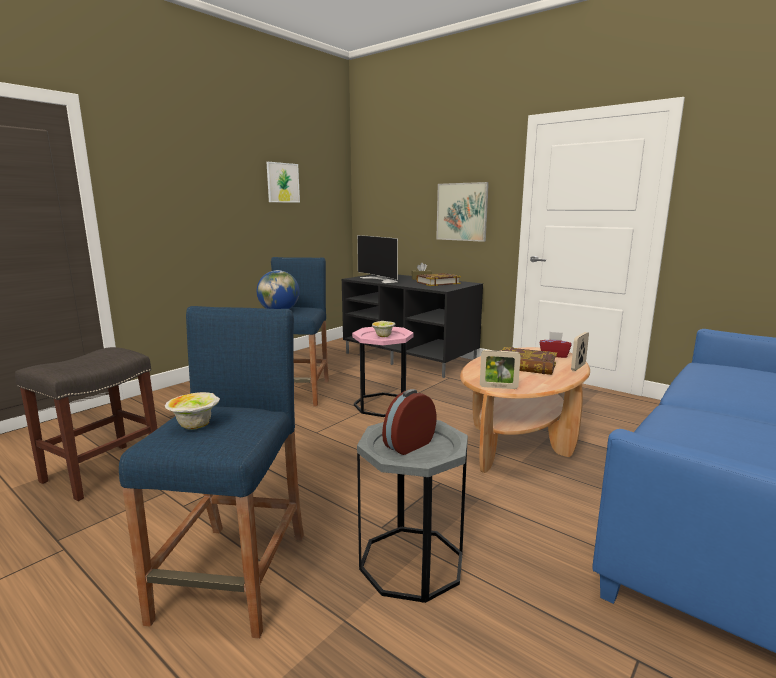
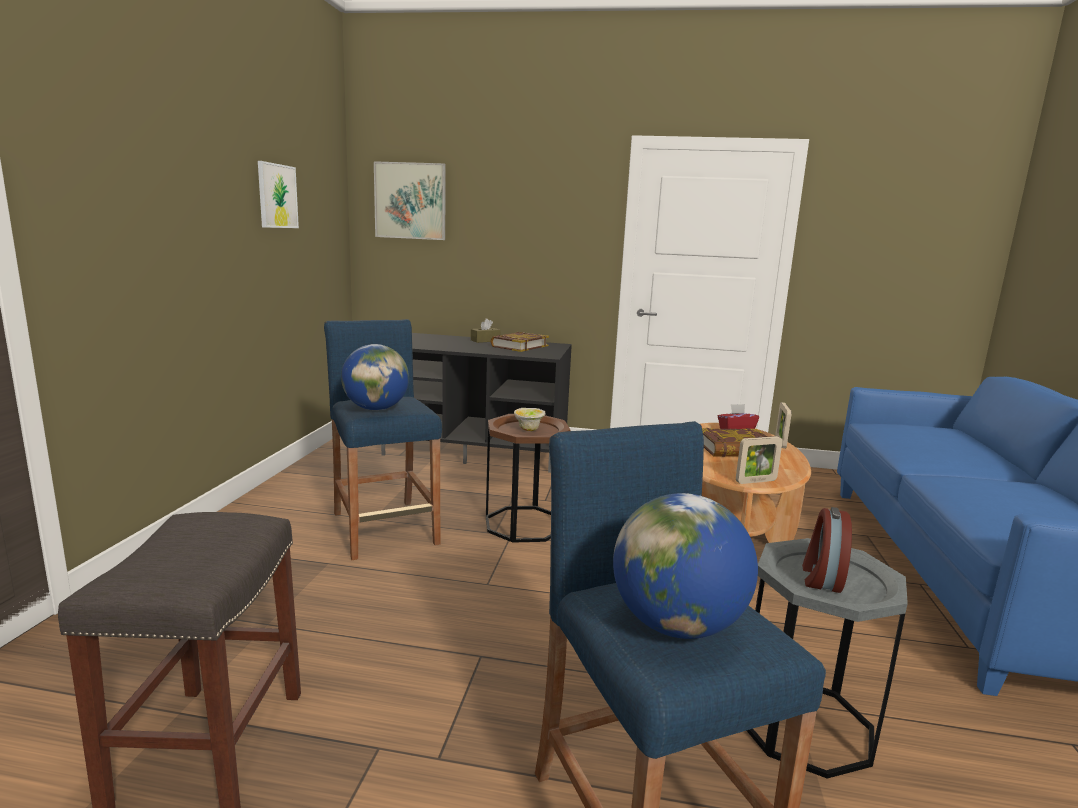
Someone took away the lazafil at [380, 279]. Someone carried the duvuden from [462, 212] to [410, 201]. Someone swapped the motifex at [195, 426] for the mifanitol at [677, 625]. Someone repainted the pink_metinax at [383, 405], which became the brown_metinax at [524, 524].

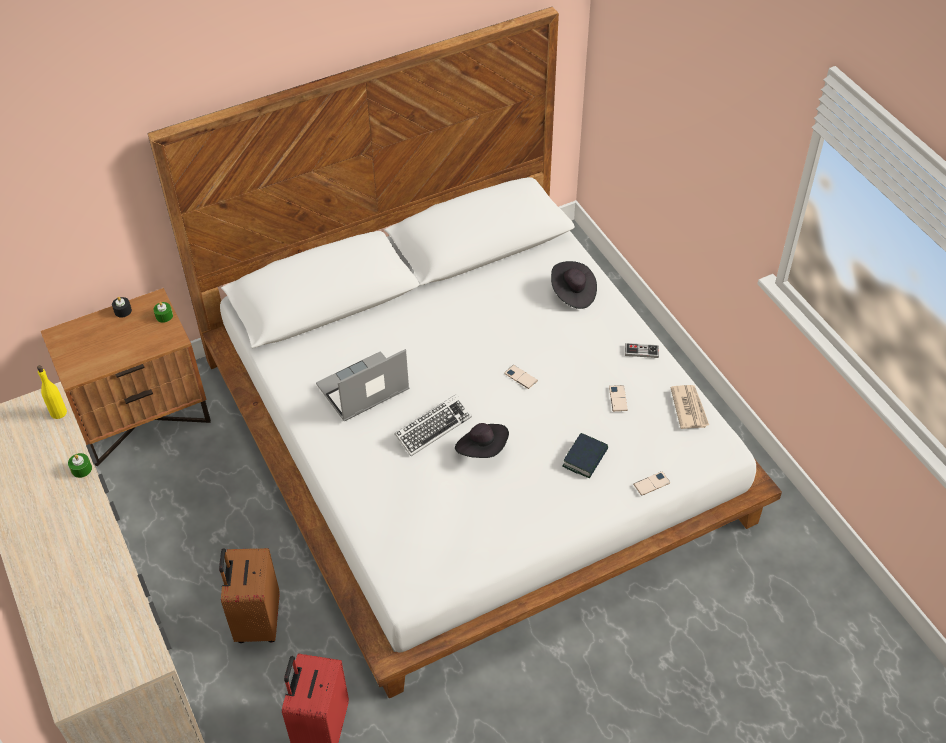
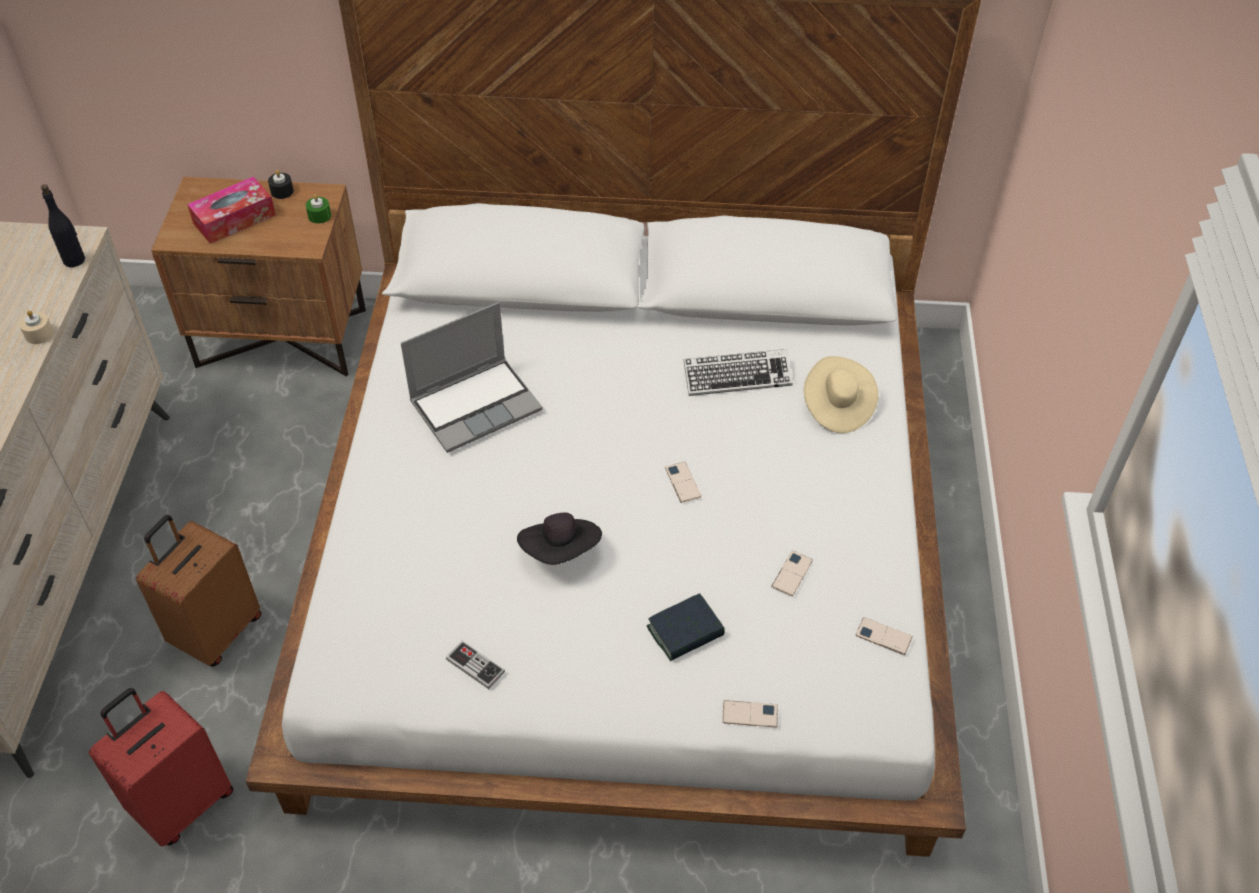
Someone put down the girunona at [234, 219]. Someone carried the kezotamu from [433, 428] to [737, 377]. Someone carried the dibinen from [641, 351] to [475, 666]. Someone swapped the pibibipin at [689, 408] for the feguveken at [883, 636]. Someone repainted the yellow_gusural at [58, 412], which became the black_gusural at [74, 260]. Someone repainted the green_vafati at [81, 469], which became the beige_vafati at [39, 334]. Someone repainted the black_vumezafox at [572, 293], which became the beige_vumezafox at [837, 407]. Someone rotated the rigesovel at [362, 389] by 150 degrees clockwise.

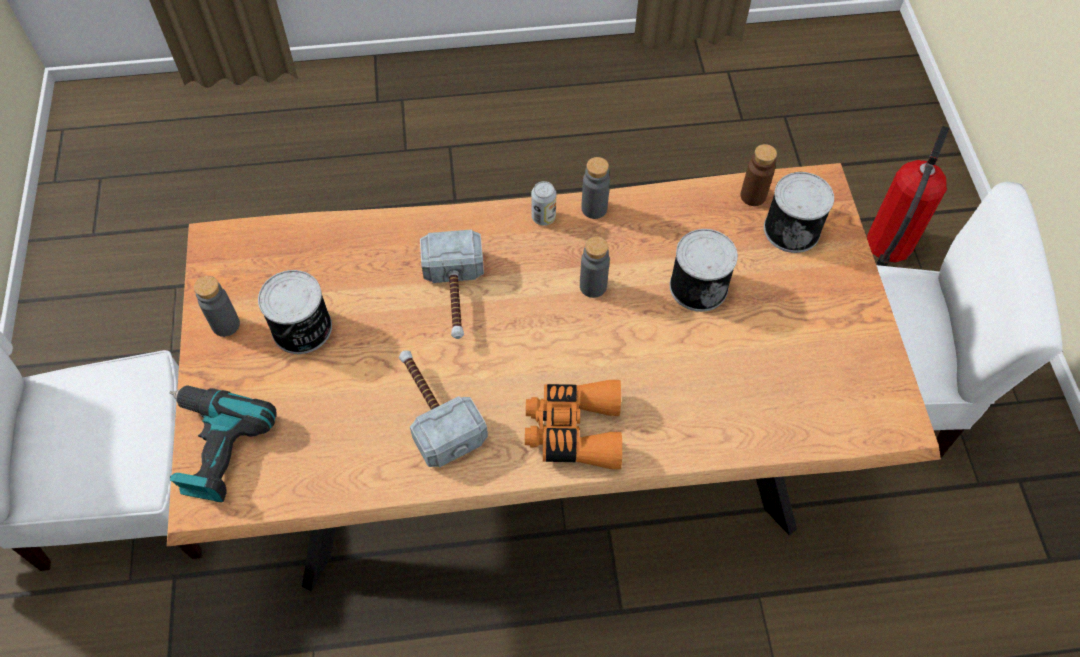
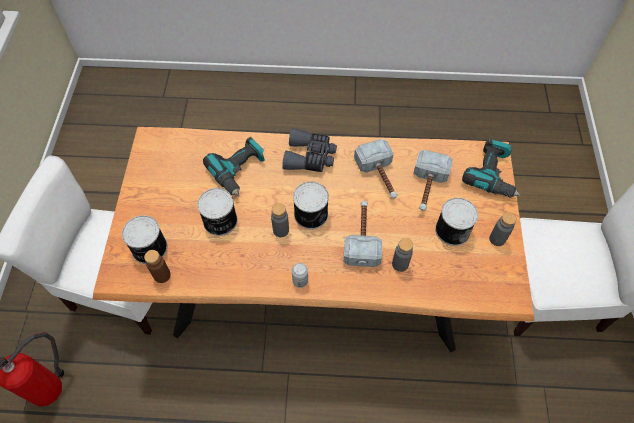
Someone put down the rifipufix at [239, 171]. Someone put down the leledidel at [312, 215]. Someone put down the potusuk at [427, 187]. Someone carried the grey_gusural from [594, 208] to [400, 264]. Someone repainted the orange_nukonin at [573, 430], which became the grey_nukonin at [310, 157].

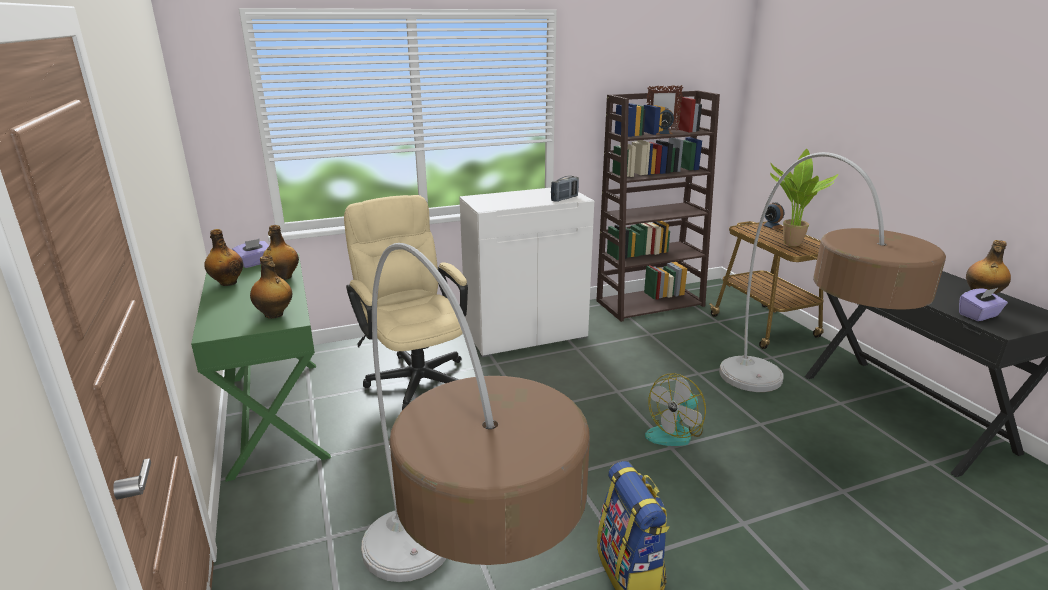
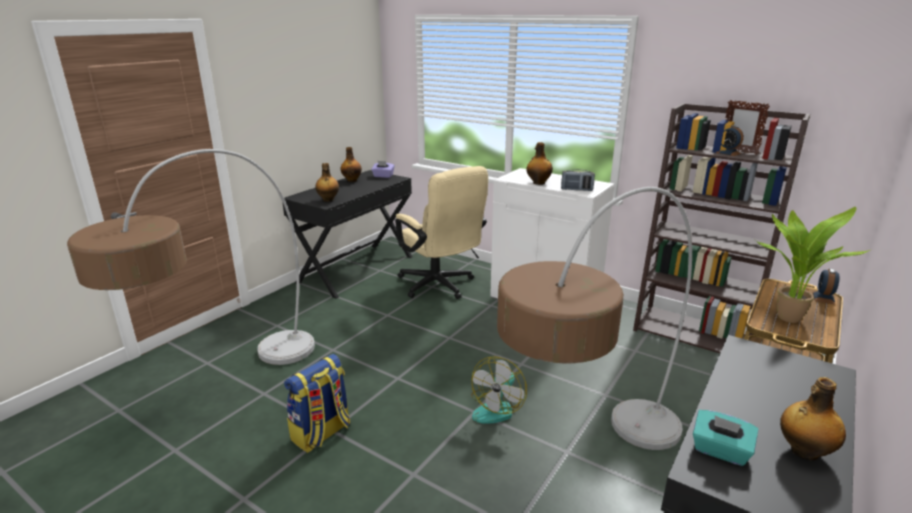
Someone carried the gusural from [283, 277] to [538, 183]. Someone repainted the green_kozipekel at [275, 415], which became the black_kozipekel at [356, 269]. Someone repainted the purple_girunona at [979, 315], which became the turquoise_girunona at [720, 451]. Someone rotated the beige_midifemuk at [415, 375] by 120 degrees clockwise. Someone rotated the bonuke at [675, 432] by 75 degrees counterclockwise.

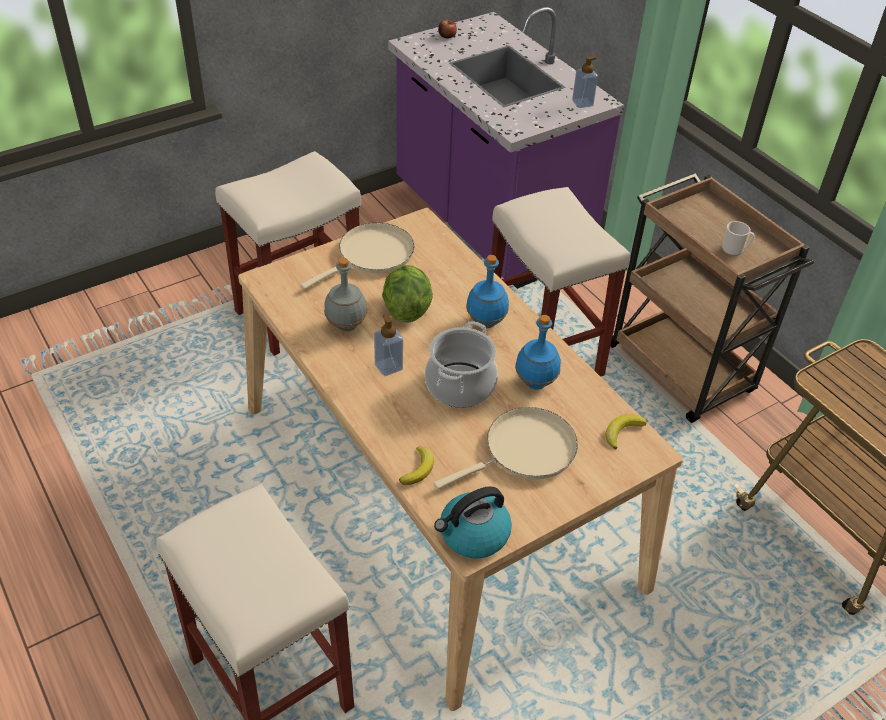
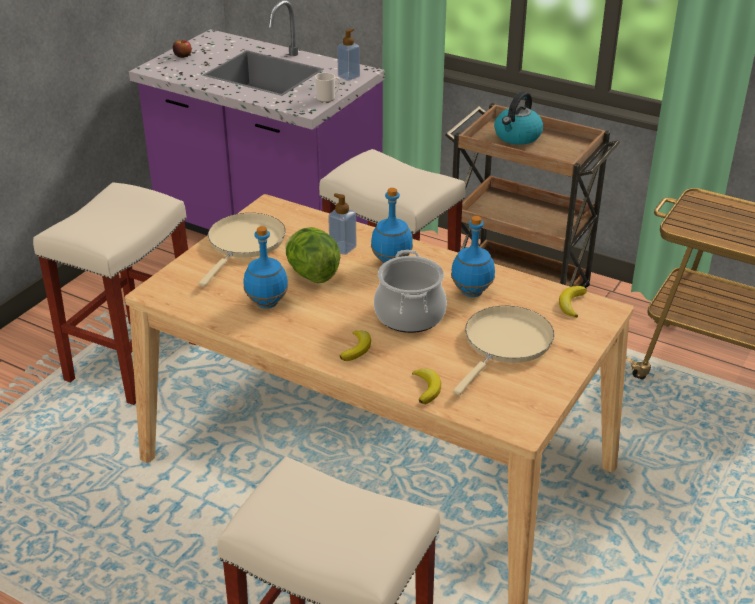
Someone put down the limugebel at [357, 348]. Someone carried the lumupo from [388, 367] to [343, 248]. Someone carried the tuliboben from [473, 535] to [517, 136]. Someone carried the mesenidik from [735, 250] to [328, 98]. Someone repainted the grey_gusural at [346, 325], which became the blue_gusural at [267, 303].

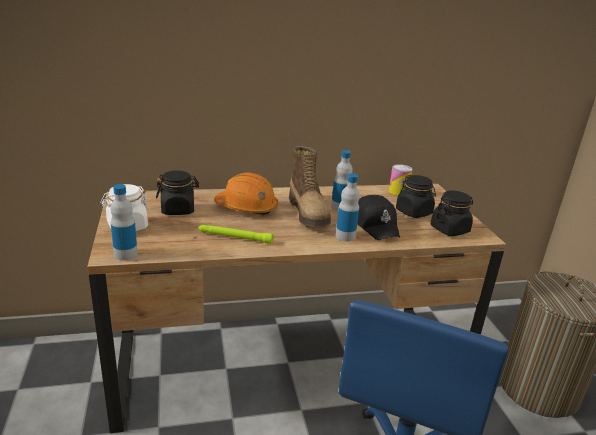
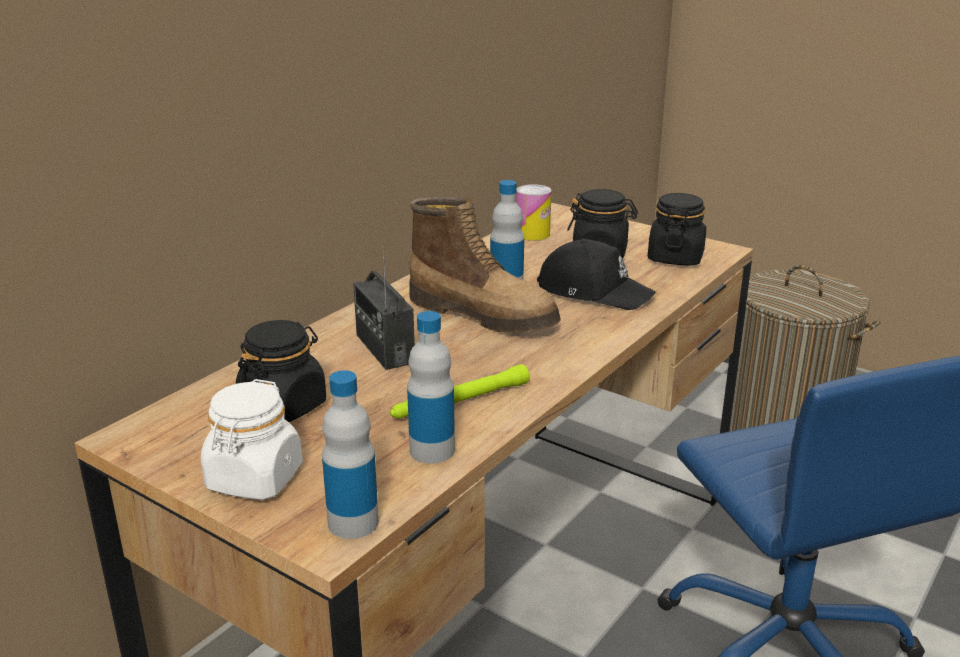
Someone carried the gusural from [345, 236] to [432, 450]. Someone swapped the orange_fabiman at [247, 207] for the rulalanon at [384, 349].

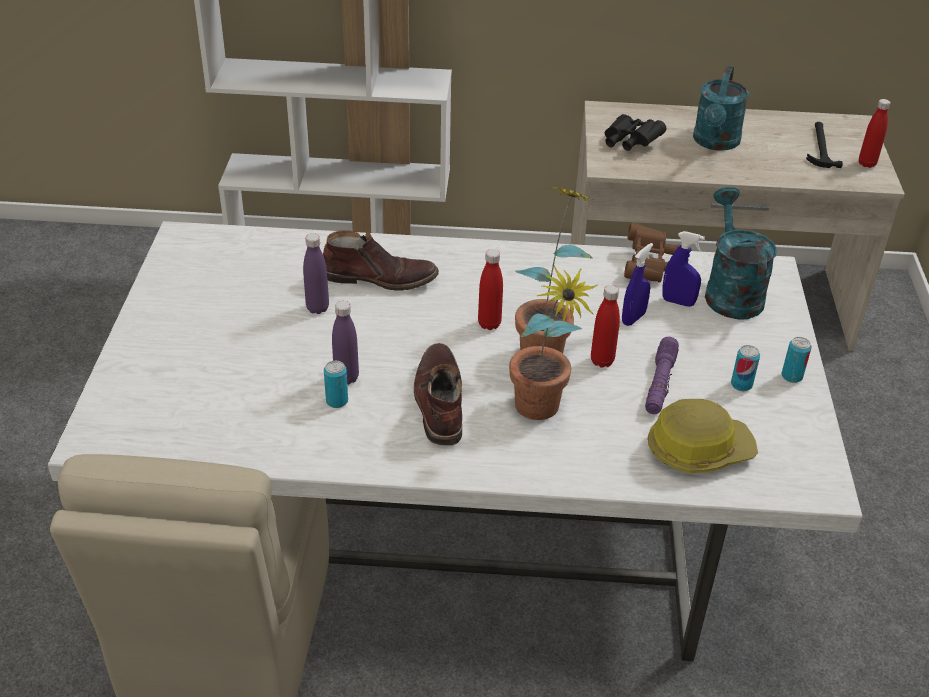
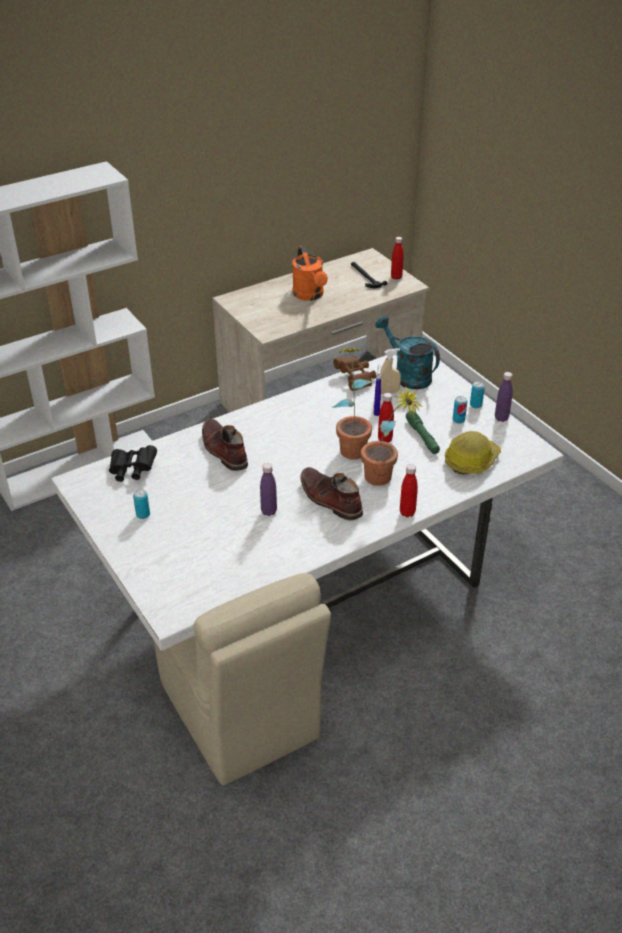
Someone carried the purple_gusural from [317, 308] to [501, 418]. Someone carried the leledidel from [337, 401] to [143, 514]. Someone carried the red_gusural from [489, 324] to [407, 513]. Someone carried the black_nukonin from [629, 143] to [132, 470]. Someone repainted the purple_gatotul at [660, 383], which became the green_gatotul at [422, 437]. Someone repainted the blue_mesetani at [678, 302], which became the beige_mesetani at [389, 392]. Someone repainted the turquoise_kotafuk at [715, 143], which became the orange_kotafuk at [310, 295]. Someone rotated the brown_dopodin at [379, 277] by 90 degrees counterclockwise.

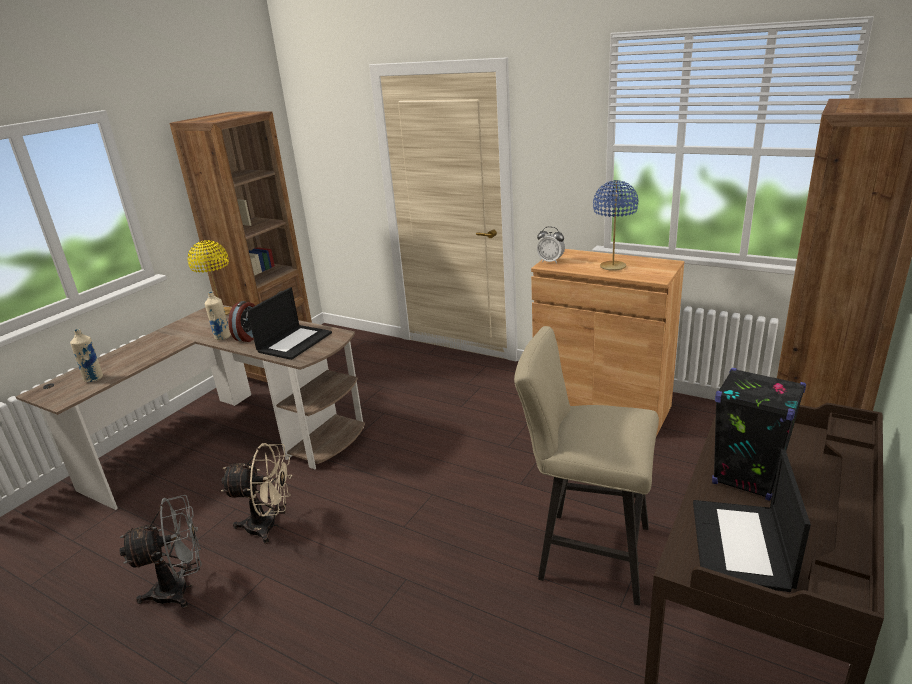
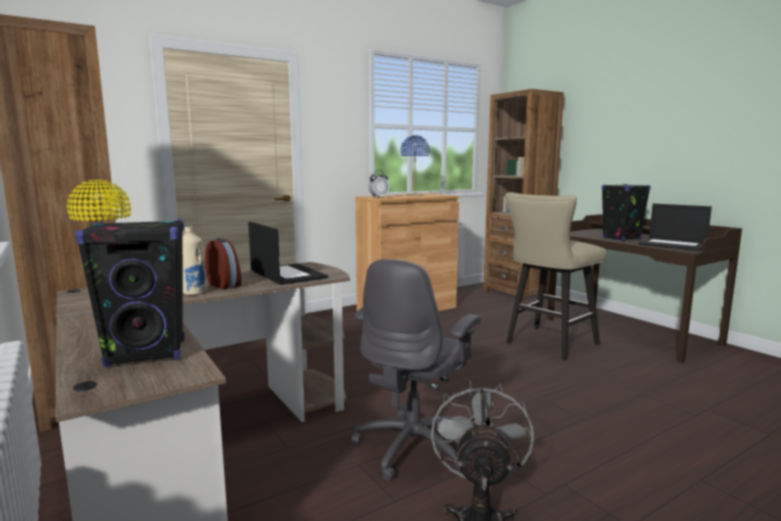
Someone swapped the beige_gusural at [94, 378] for the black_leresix at [147, 353]. Someone swapped the beige_bonuke at [269, 526] for the grey_midifemuk at [414, 446].

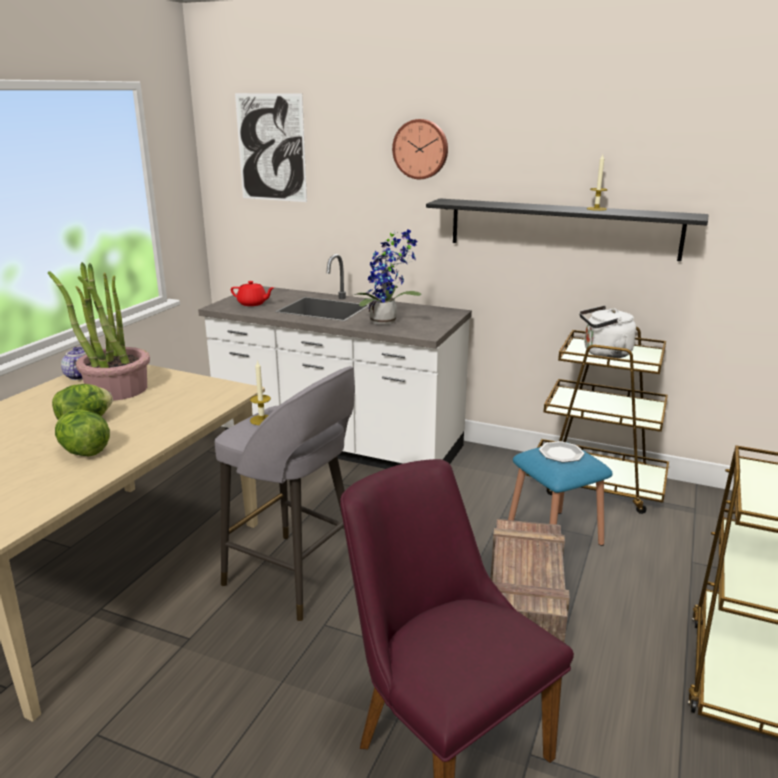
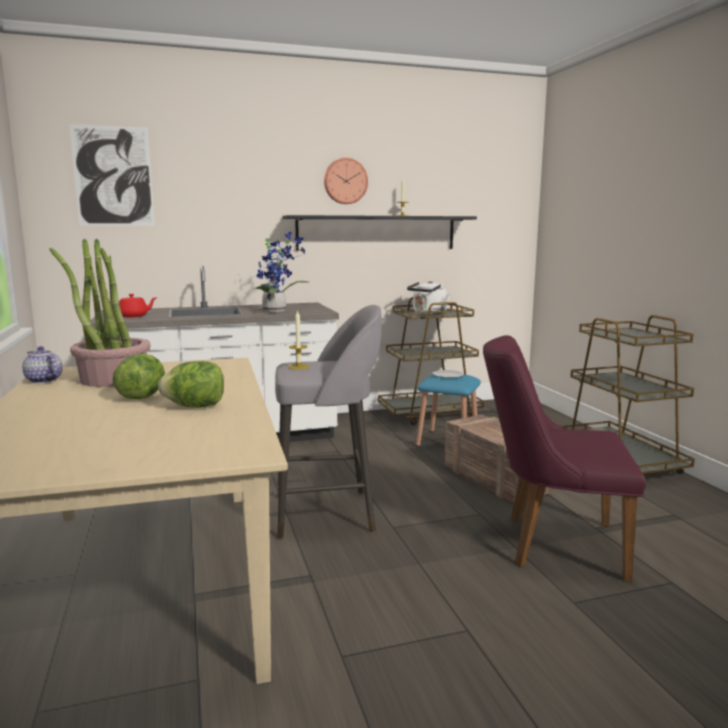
Someone carried the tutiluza from [421, 149] to [345, 181].

